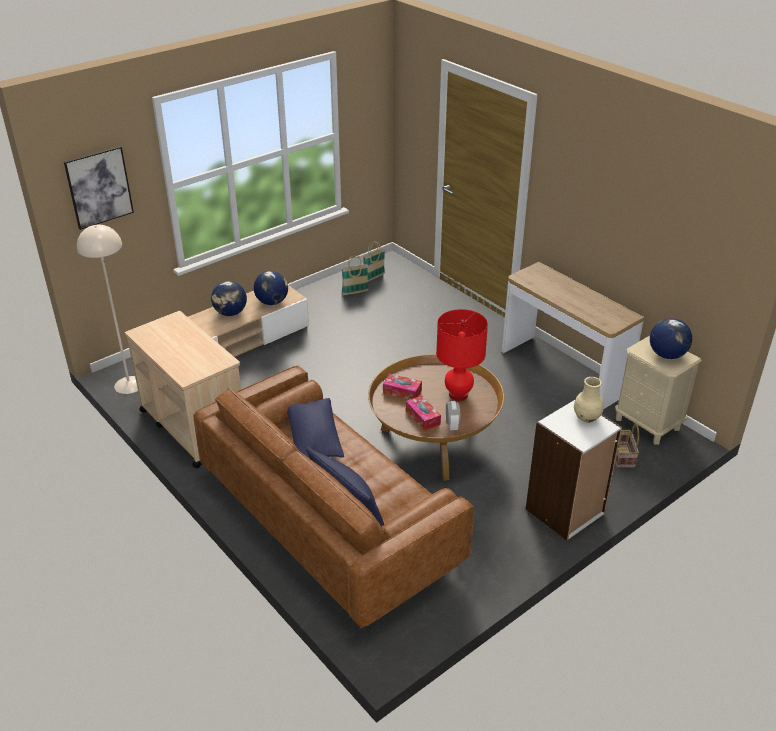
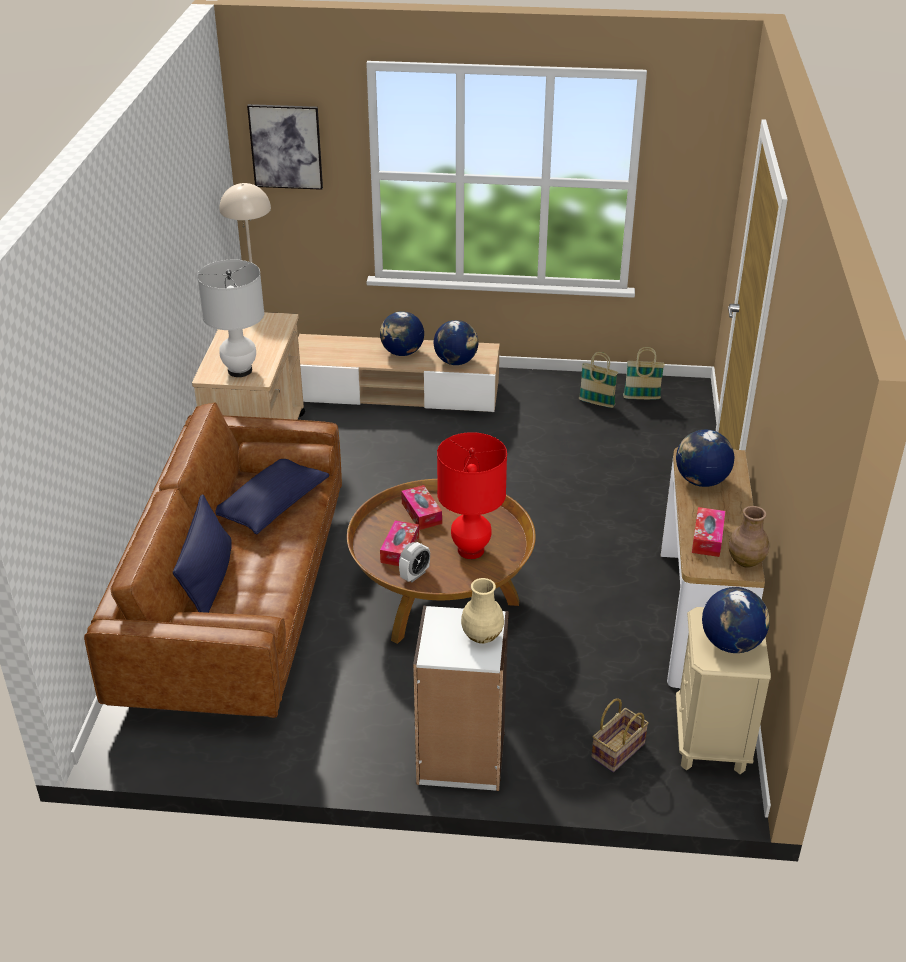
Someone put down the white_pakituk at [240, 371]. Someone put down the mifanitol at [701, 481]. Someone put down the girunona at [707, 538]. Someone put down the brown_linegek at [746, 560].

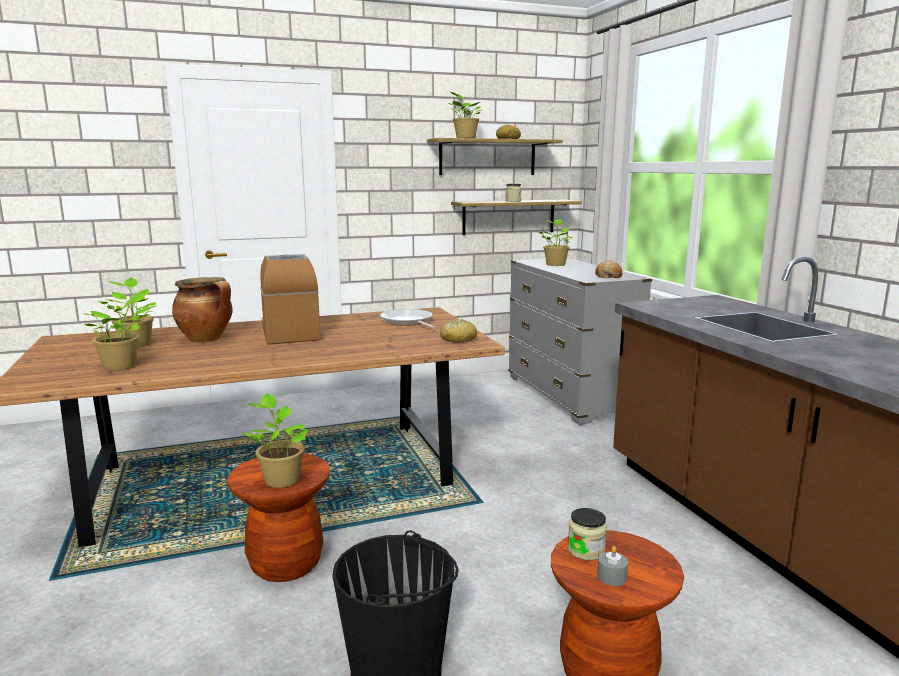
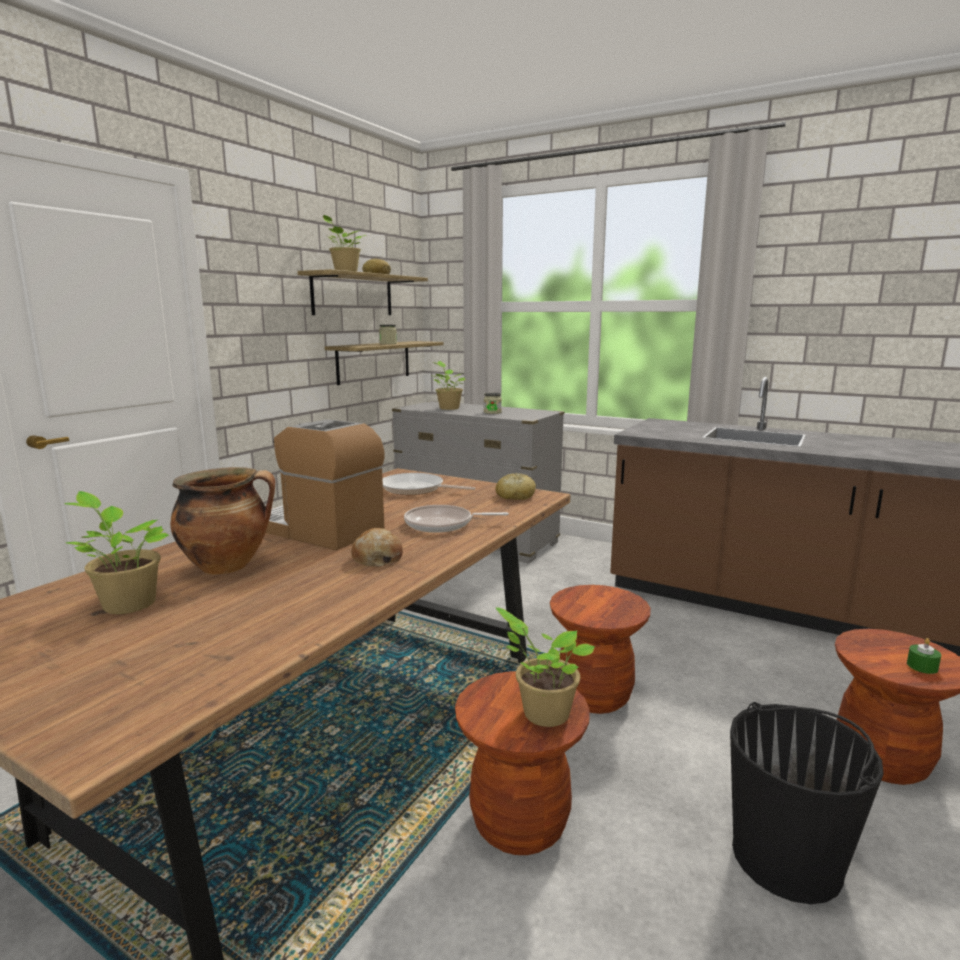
Someone took away the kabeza at [122, 365]. Someone put down the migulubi at [443, 524]. Someone put down the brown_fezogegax at [594, 695]. Someone carried the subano from [586, 550] to [492, 412]. Someone carried the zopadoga from [608, 276] to [377, 558]. Someone repainted the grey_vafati at [612, 577], which became the green_vafati at [922, 666].

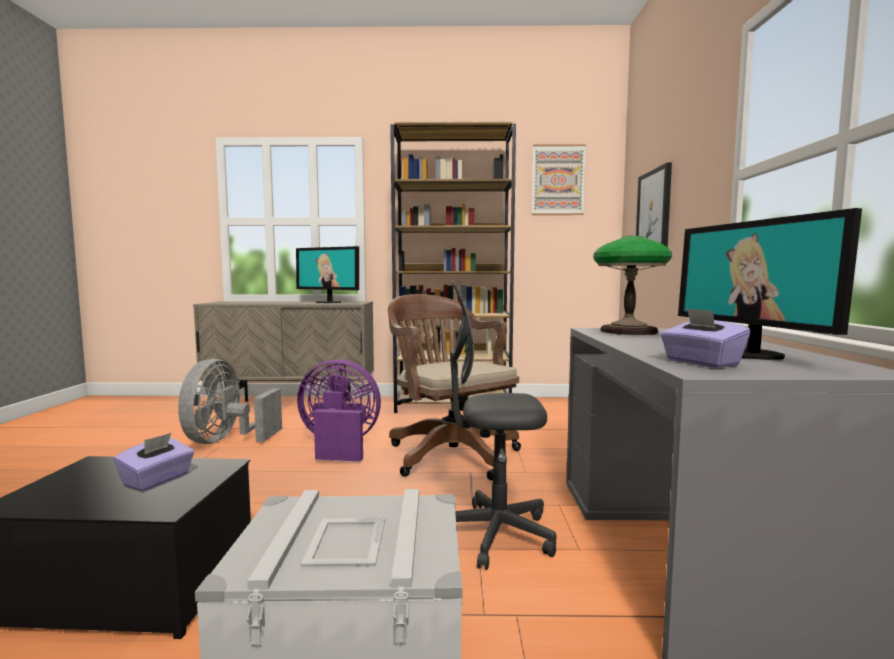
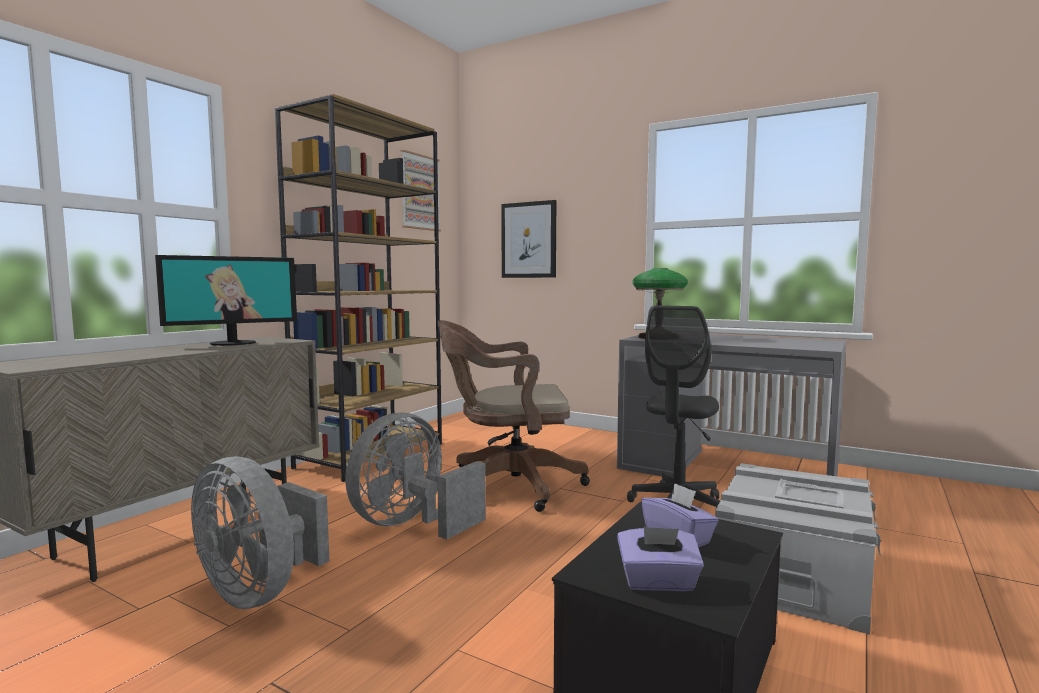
Someone took away the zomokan at [750, 354]. Someone carried the purple_girunona from [701, 363] to [658, 582]. Someone repainted the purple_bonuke at [339, 446], which became the grey_bonuke at [411, 524].

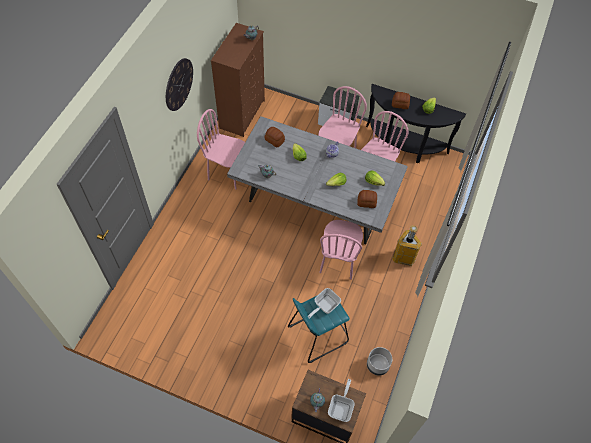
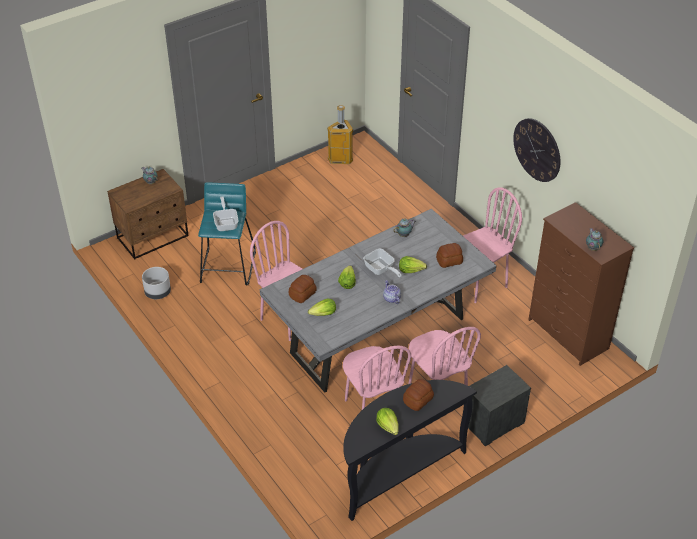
Someone carried the migulubi from [341, 407] to [381, 270]. Someone carried the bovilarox from [403, 258] to [340, 159].

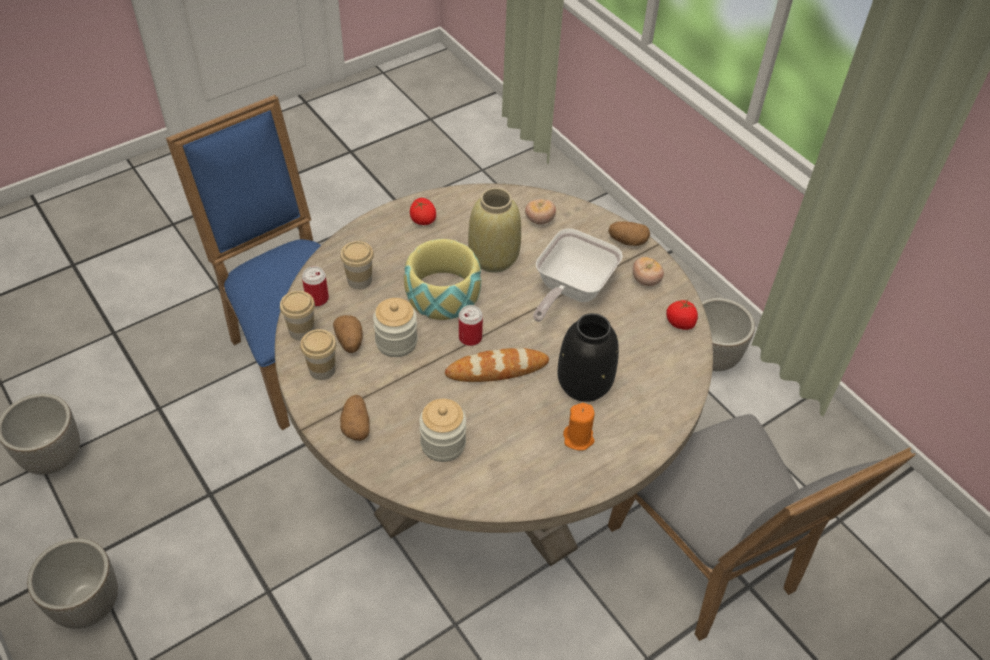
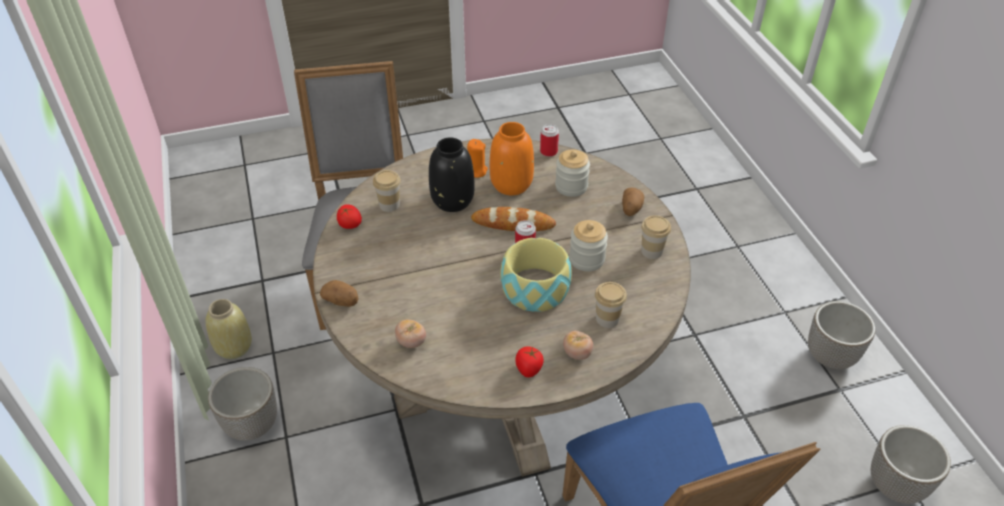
Someone took away the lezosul at [350, 341]. Someone took away the migulubi at [570, 290]. Someone put down the orange_linegek at [512, 185]. Someone carried the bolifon from [301, 330] to [389, 205]. Someone carried the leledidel from [317, 298] to [548, 151]. Someone carried the beige_linegek from [493, 257] to [234, 348]. Someone carried the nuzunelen from [645, 280] to [577, 353].

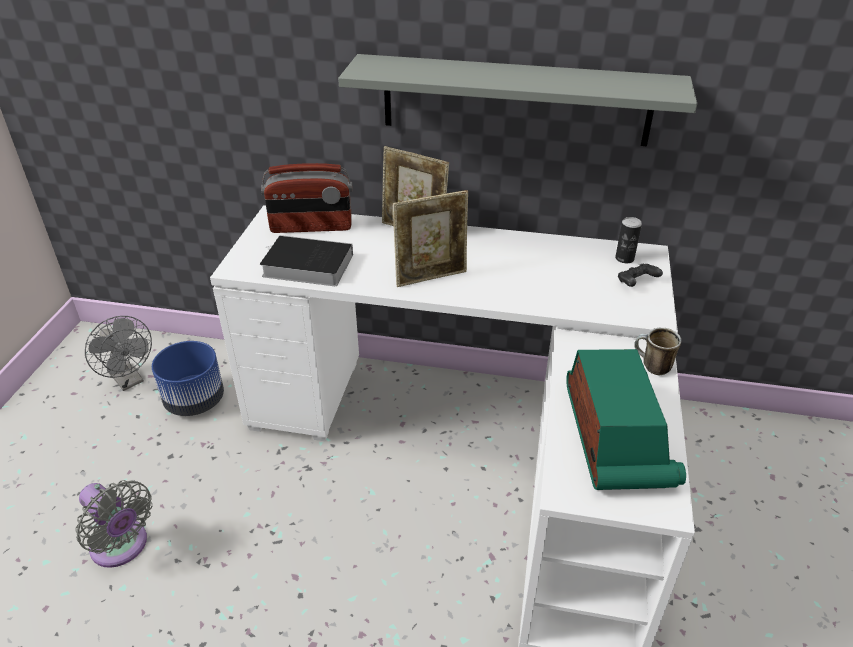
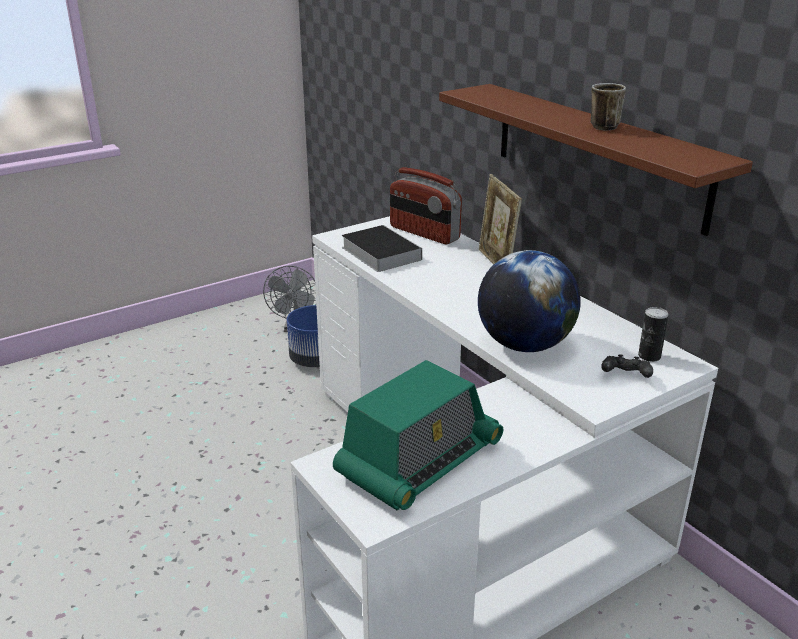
Someone took away the grey_bonuke at [122, 547]. Someone took away the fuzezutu at [431, 277]. Someone put down the mifanitol at [524, 345]. Someone carried the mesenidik from [651, 367] to [600, 126]. Someone repainted the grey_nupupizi at [515, 100], which became the brown_nupupizi at [597, 154].

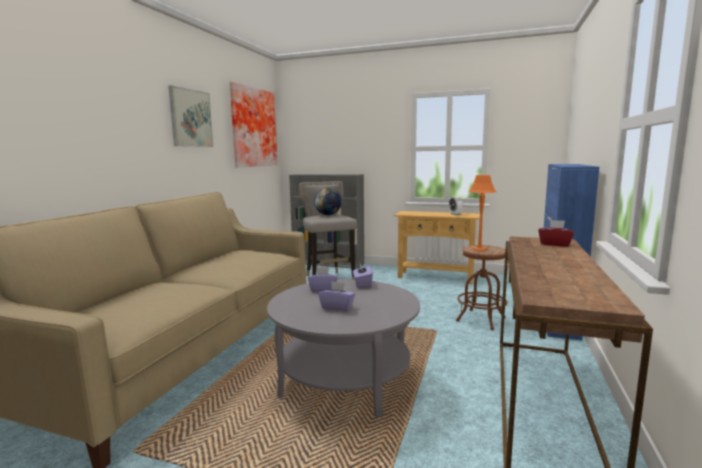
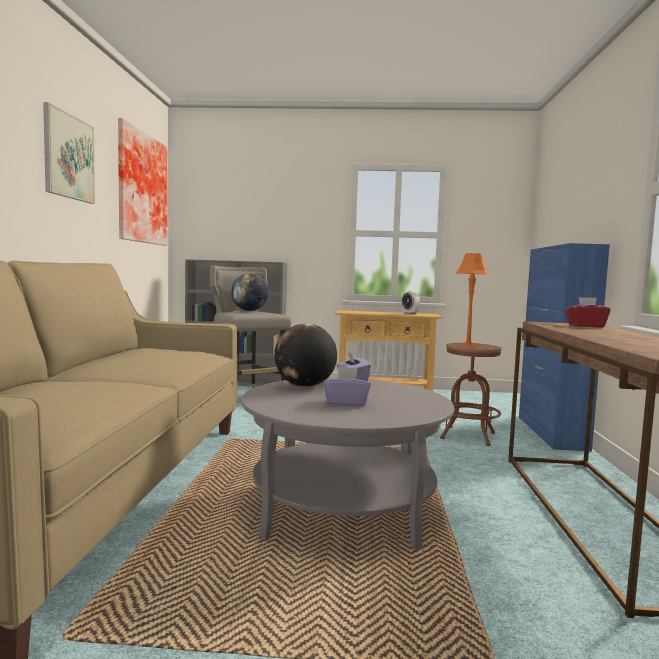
Someone swapped the purple_girunona at [323, 289] for the mifanitol at [304, 386].

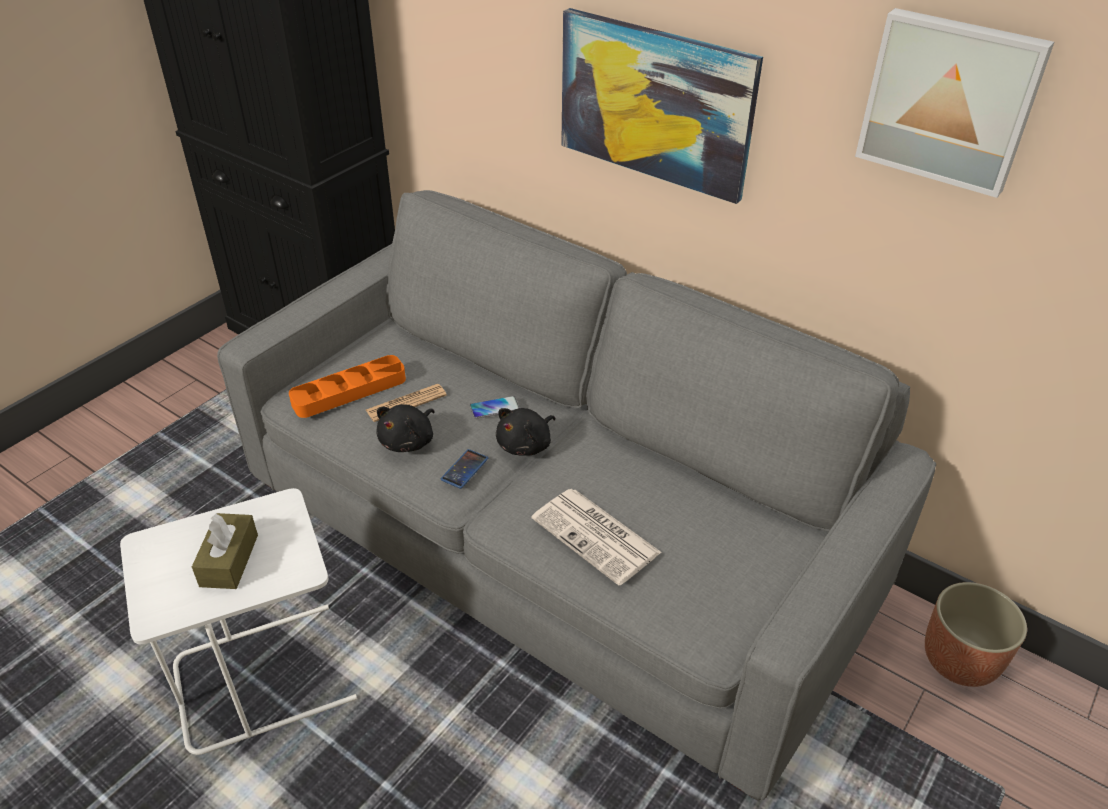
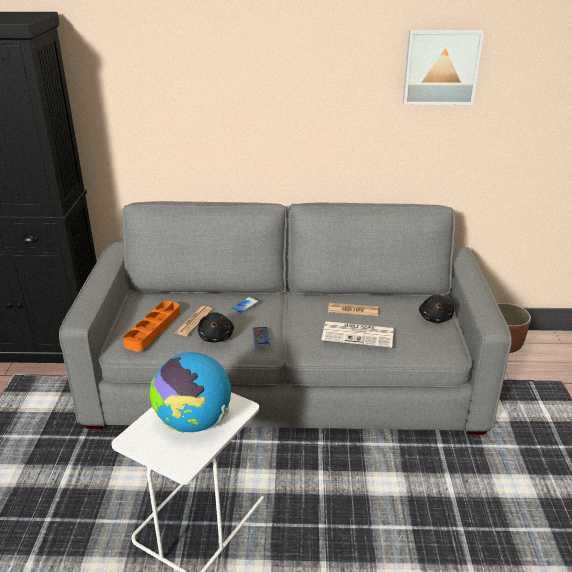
Someone took away the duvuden at [655, 103]. Someone put down the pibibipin at [353, 310]. Someone carried the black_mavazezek from [526, 445] to [435, 318]. Someone swapped the brown_girunona at [229, 560] for the mifanitol at [193, 422].

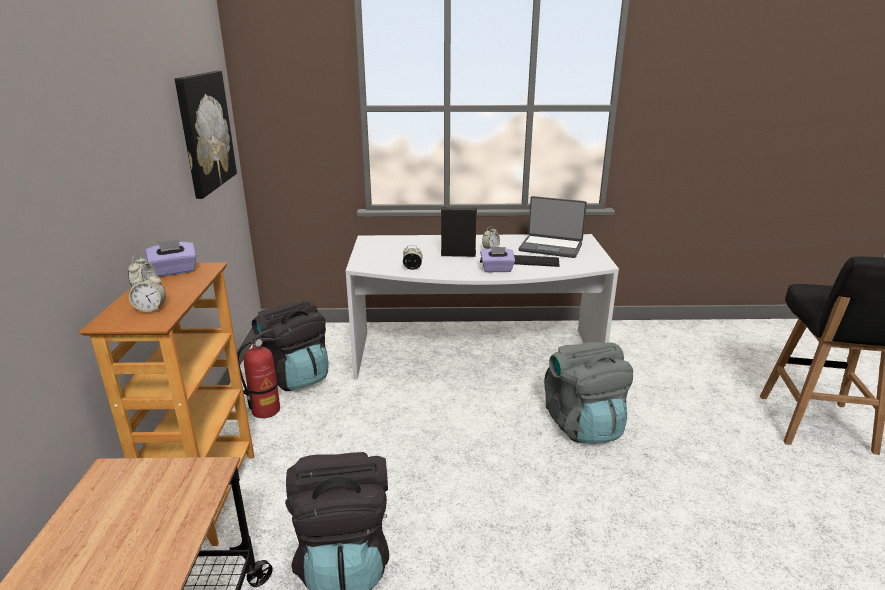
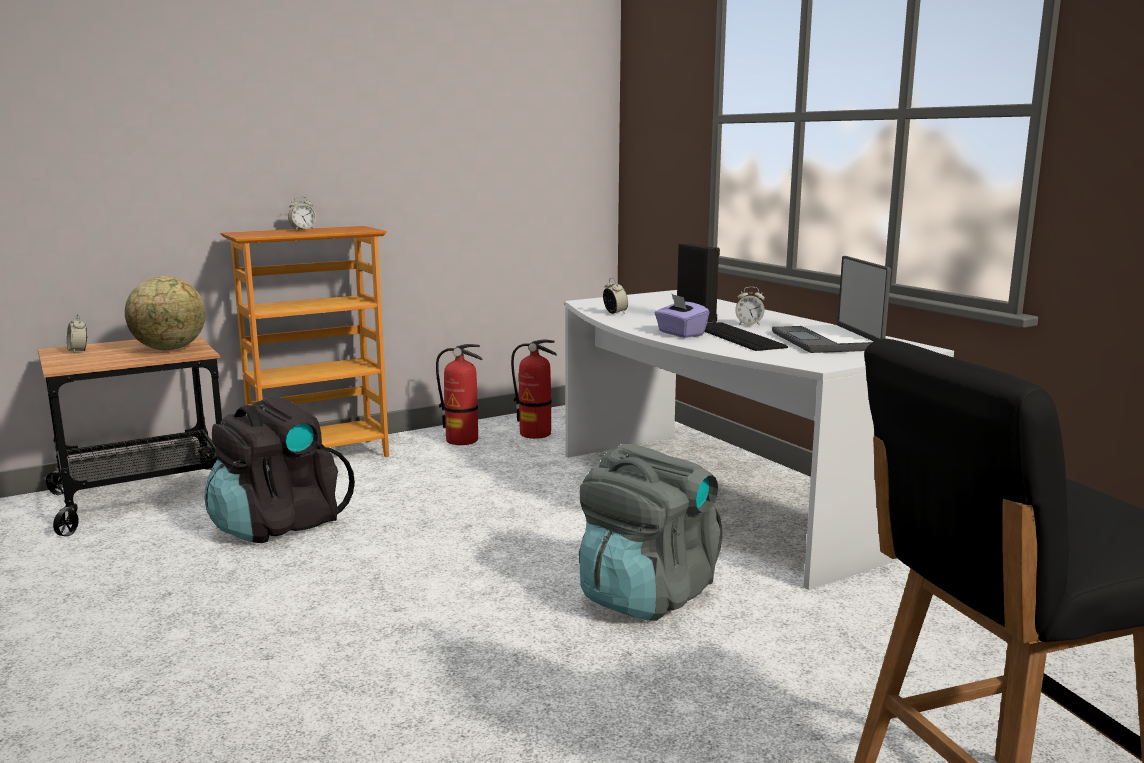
Someone took away the purple_girunona at [174, 271]. Someone took away the duvuden at [205, 131]. Someone put down the mifanitol at [170, 349]. Someone carried the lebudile from [151, 309] to [78, 351]. Someone swapped the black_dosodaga at [296, 376] for the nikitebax at [535, 434].

